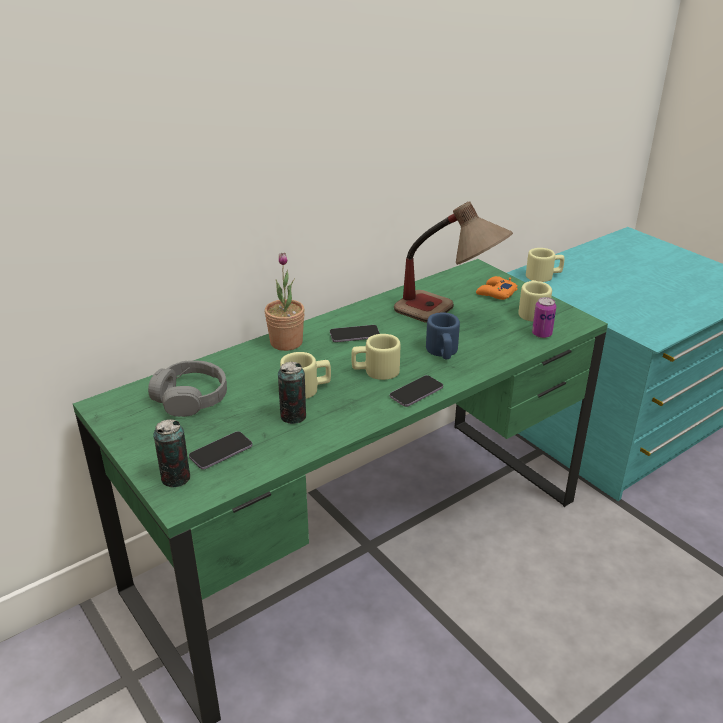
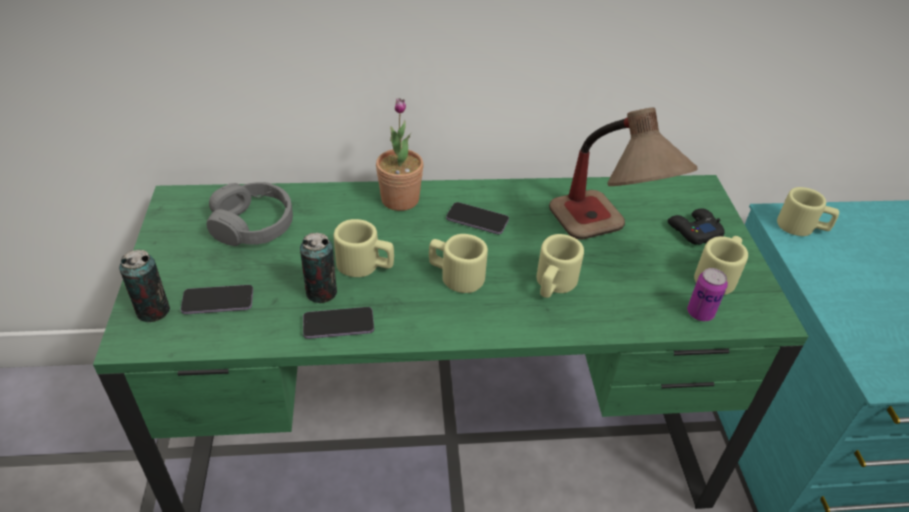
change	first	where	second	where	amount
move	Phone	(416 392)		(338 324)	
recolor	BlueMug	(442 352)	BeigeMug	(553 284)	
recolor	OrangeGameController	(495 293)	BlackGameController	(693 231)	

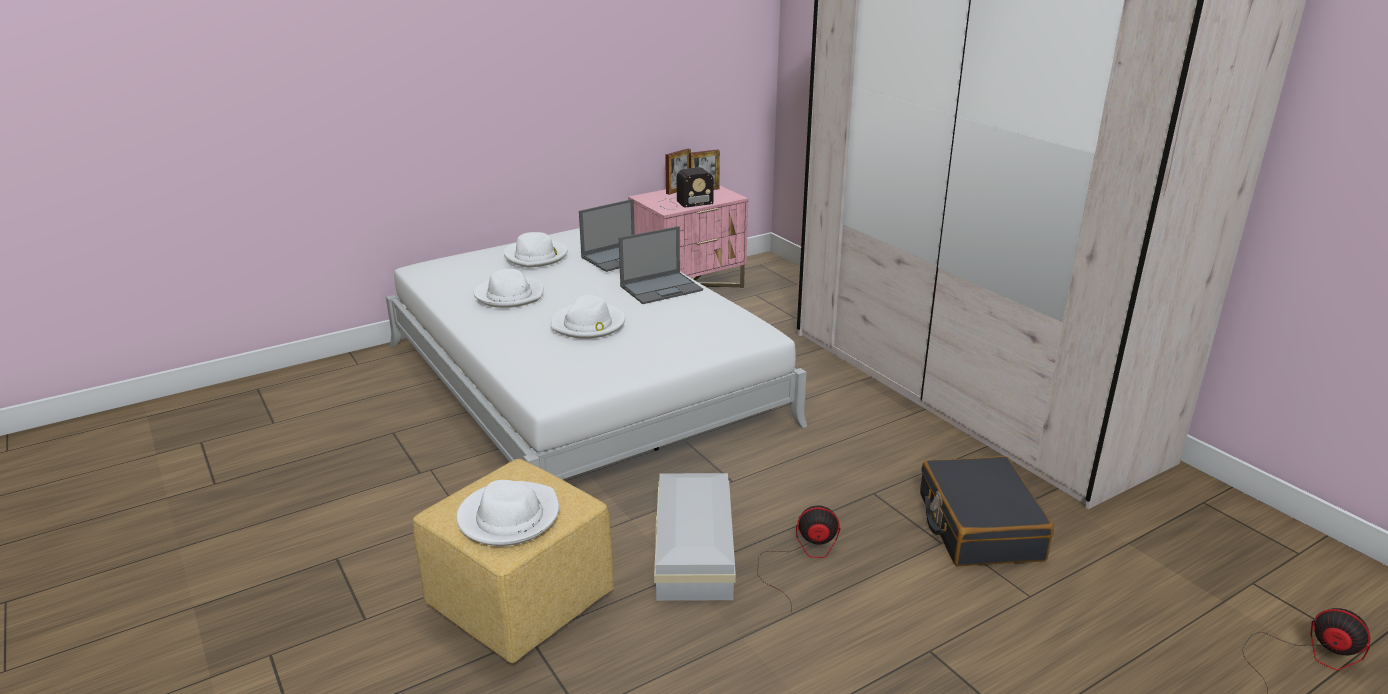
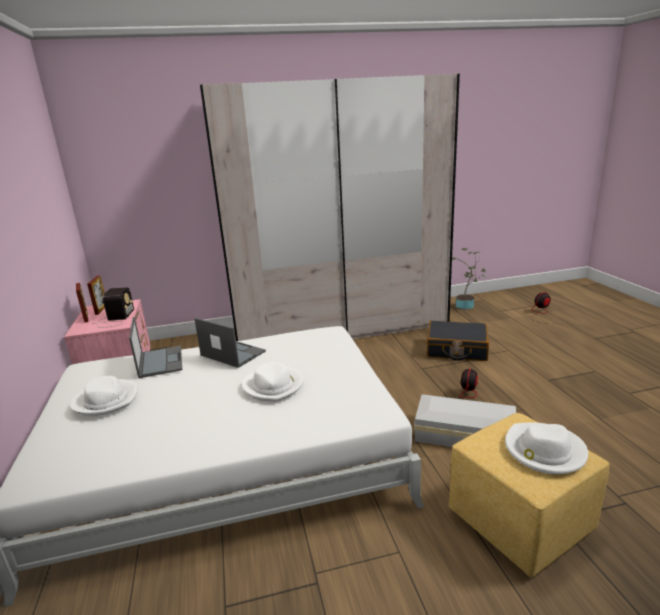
change	first	where	second	where	amount
rotate	Laptop	(662 288)		(232 353)	45 degrees counterclockwise
insert			PottedPlant	(466 306)	
delete	WhiteHat	(509 295)			

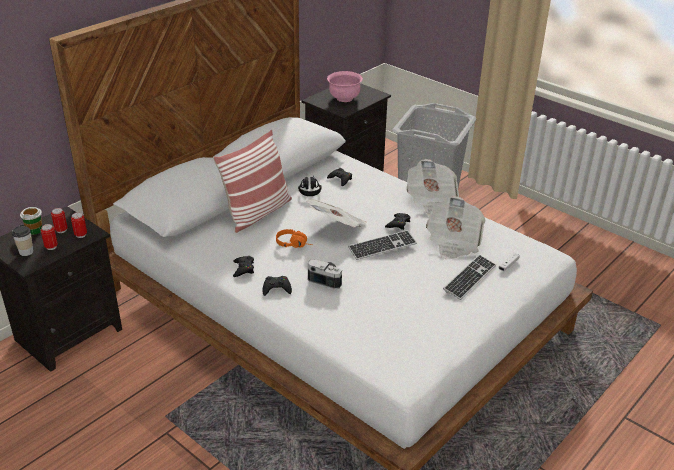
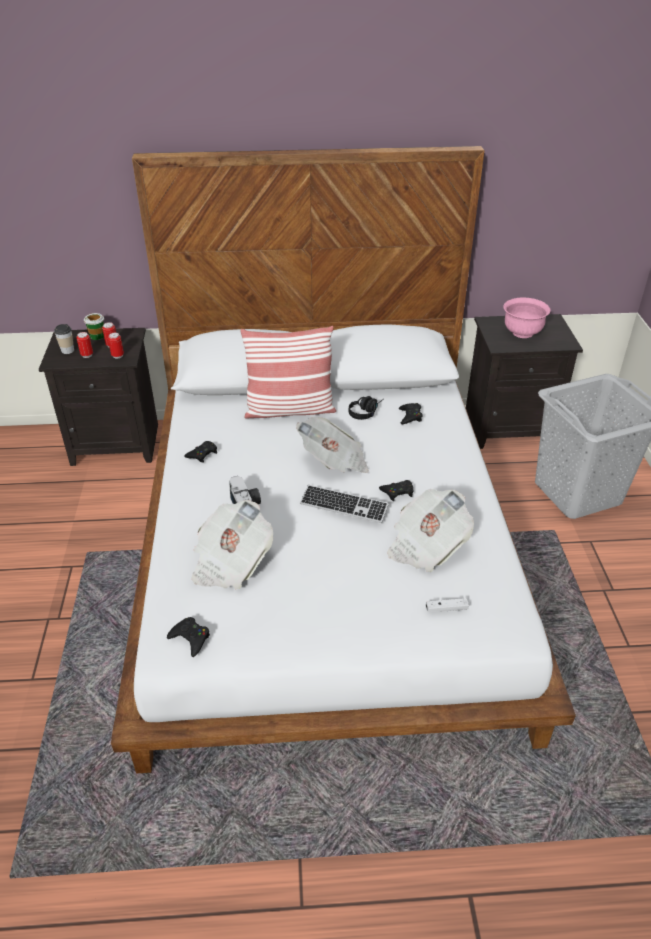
change	first	where	second	where	amount
move	BlackGameController	(276 288)		(190 638)	
move	Newspaper	(431 201)		(230 562)	
delete	OrangeHeadphones	(295 244)			
delete	Keyboard	(469 278)			

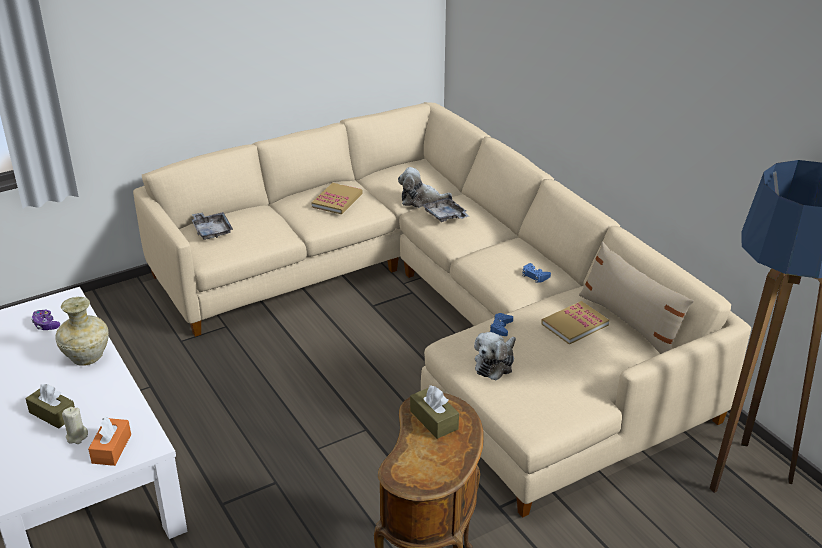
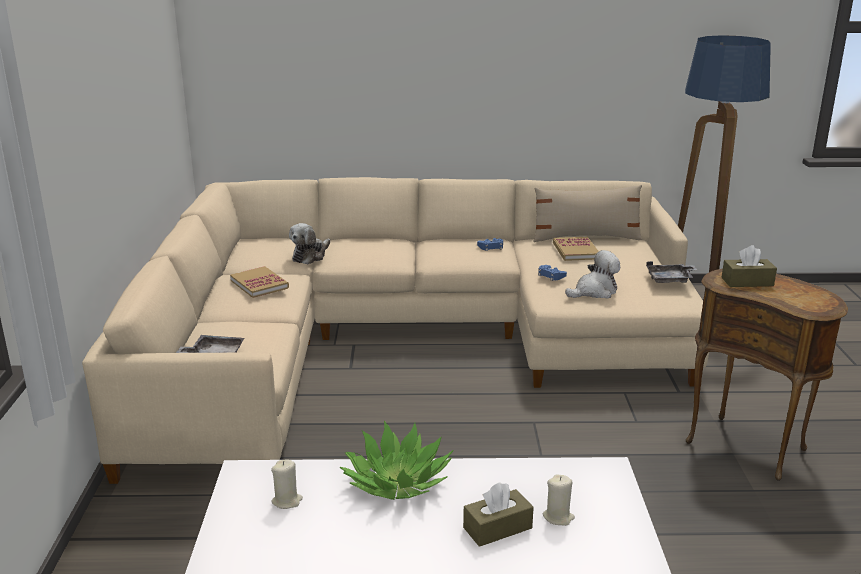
change	first	where	second	where	amount
replace	GameController	(46 325)	BeigeCandle	(287 501)	
replace	BeigeVase	(86 357)	PottedPlant	(397 482)	
rotate	PlushToy	(495 363)		(594 291)	90 degrees counterclockwise
move	GreyTray	(445 216)		(670 279)	
delete	OrangeTissueBox	(111 449)			

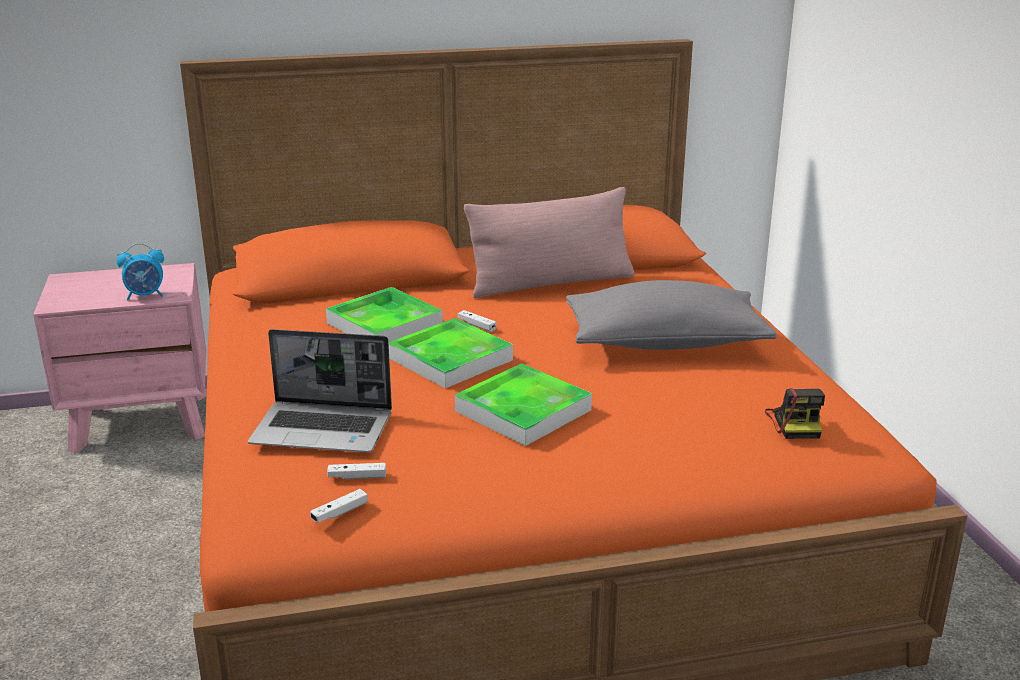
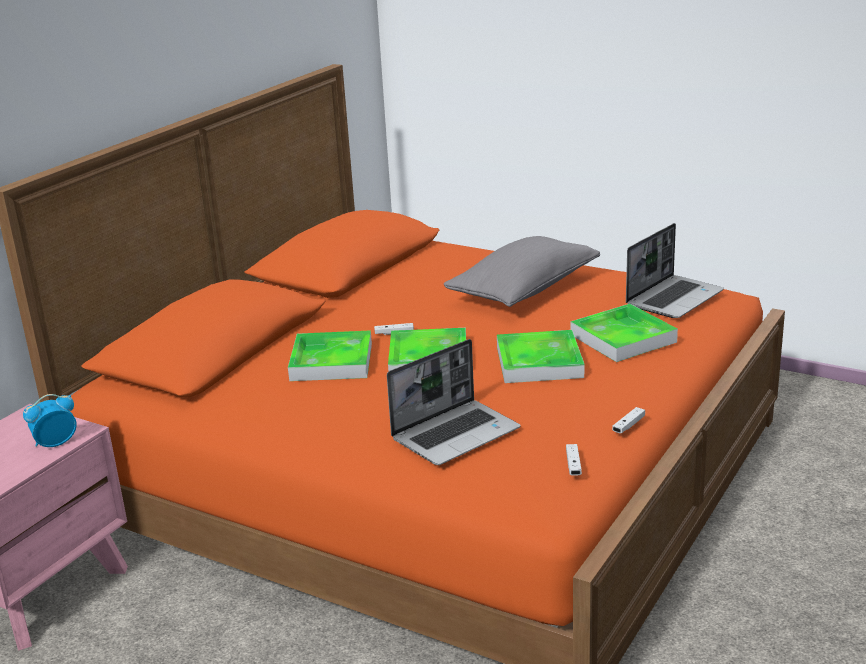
change	first	where	second	where	amount
rotate	AlarmClock	(145 295)		(55 443)	150 degrees counterclockwise
insert			Tray	(623 338)	
move	WhiteGameController	(357 477)		(628 425)	
replace	PhotoCamera	(795 423)	Laptop	(674 298)	
delete	PinkPillow	(551 283)			

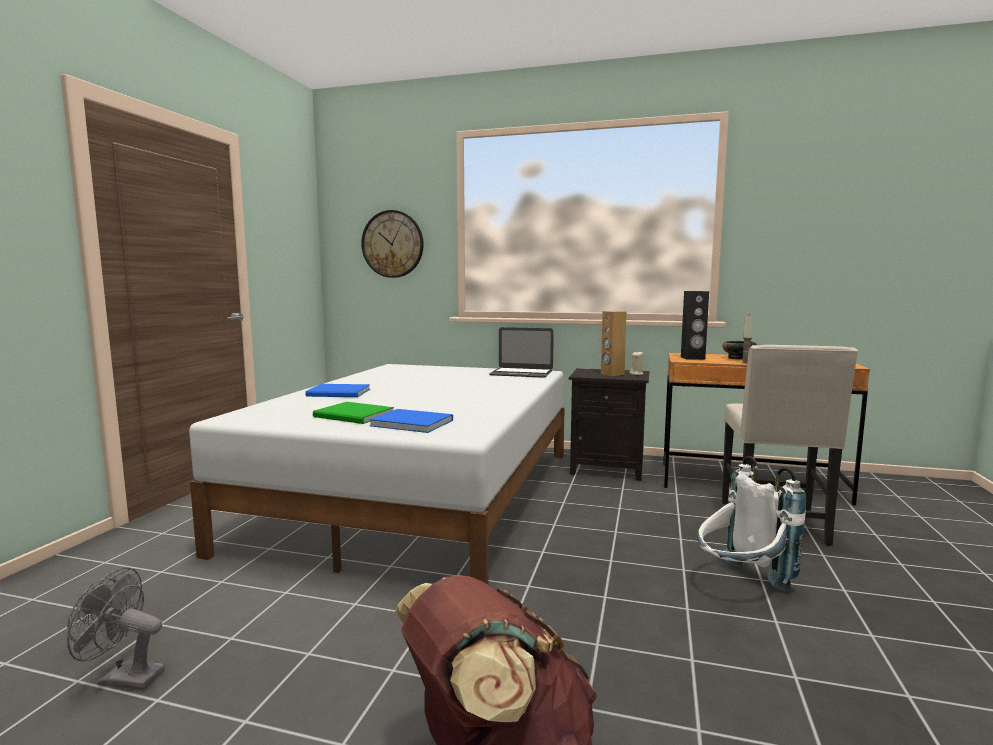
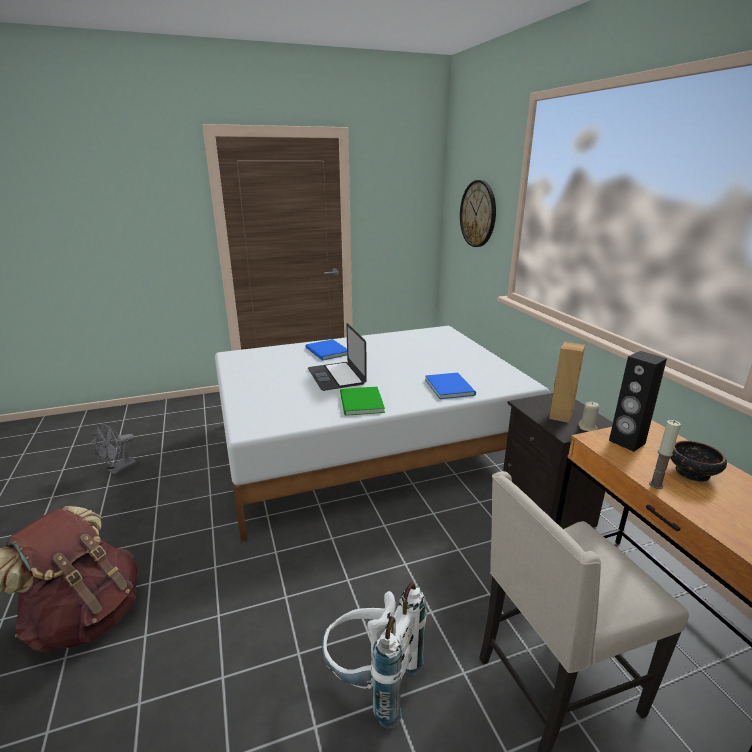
change	first	where	second	where	amount
rotate	GreyFan	(123 678)		(118 469)	120 degrees counterclockwise
move	Laptop	(521 373)		(336 376)	
move	GreenBook	(354 416)		(360 403)	
move	BlueBook	(411 422)		(450 386)	

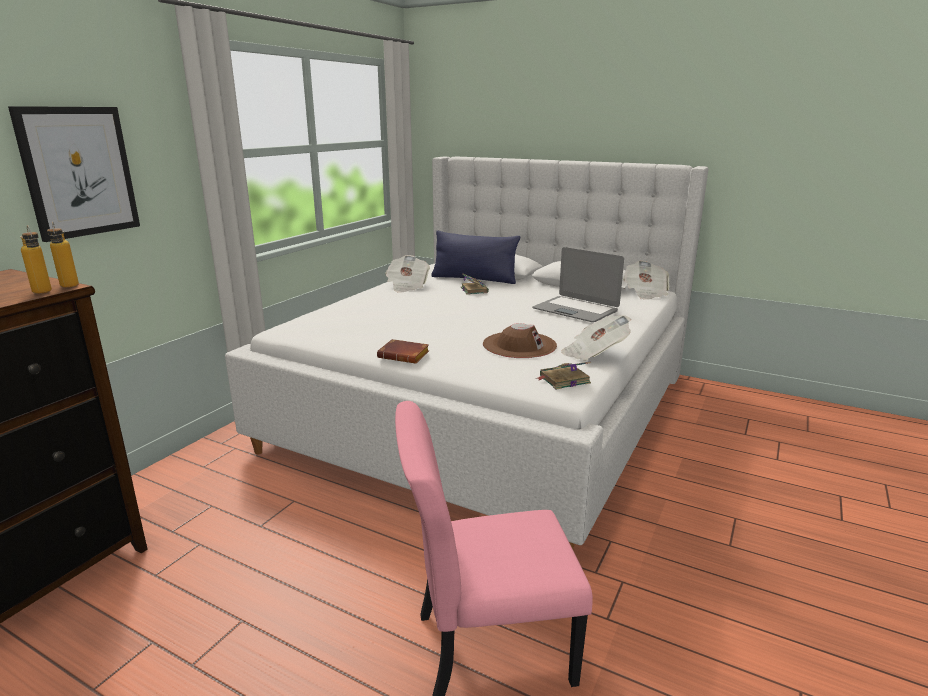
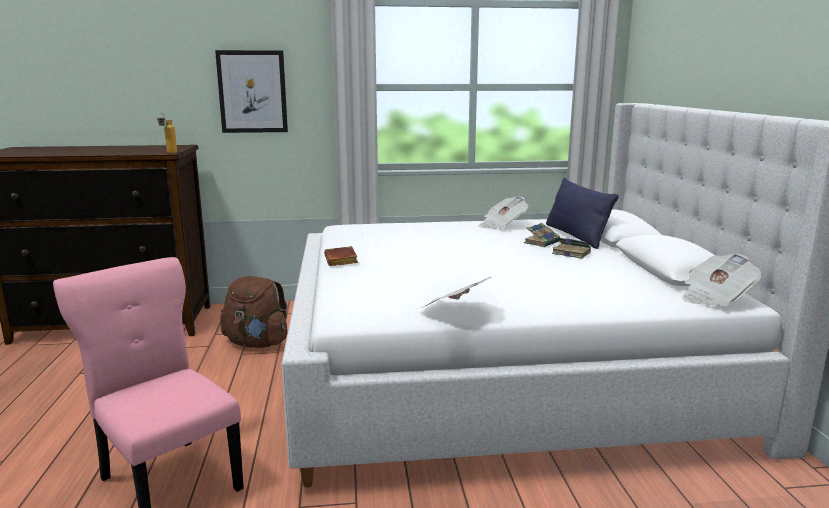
change	first	where	second	where	amount
insert			BrownBackpack	(256 343)	
move	Book	(563 380)		(570 253)	
delete	Bottle	(43 293)			
delete	BrownHat	(519 345)			
delete	Laptop	(575 310)			

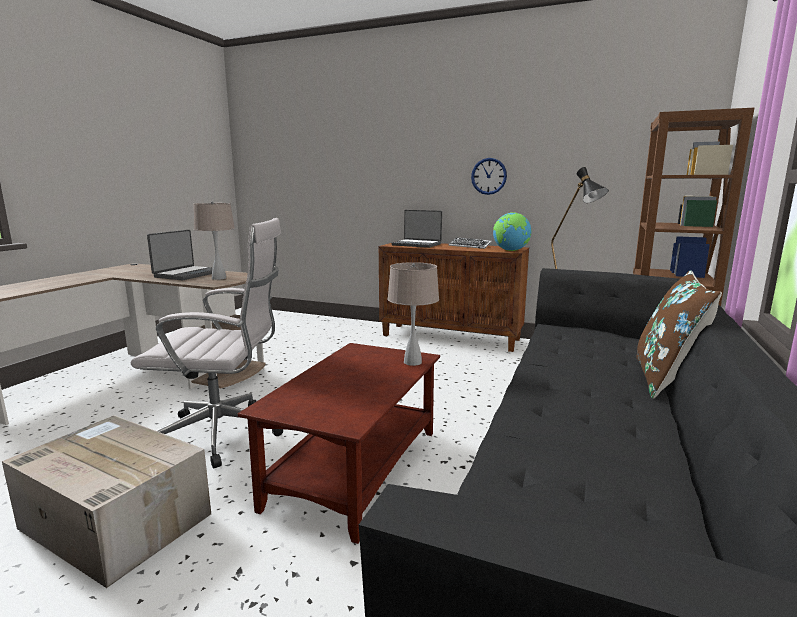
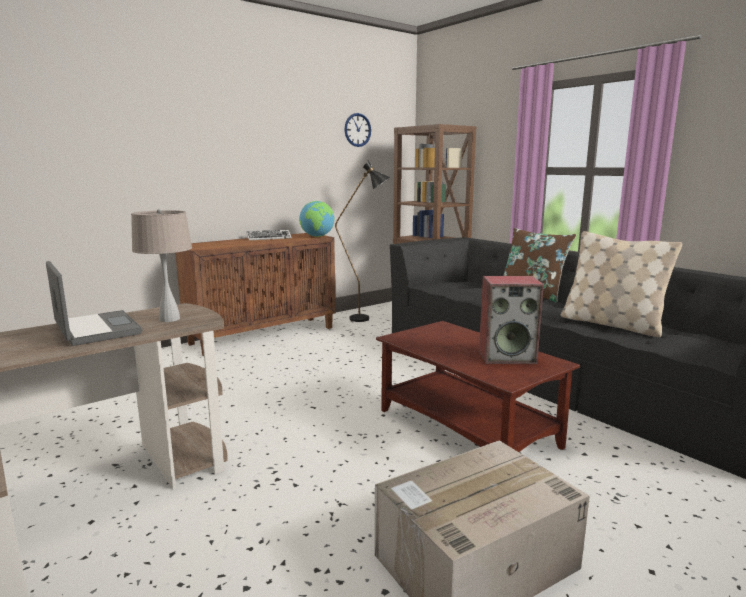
change	first	where	second	where	amount
move	WallClock	(488 176)		(357 130)	
insert			Speaker	(507 356)	
insert			BeigePillow	(612 324)	
delete	WhiteOfficeChair	(225 435)			
delete	BeigeTableLamp	(413 362)			
delete	Laptop	(417 244)			

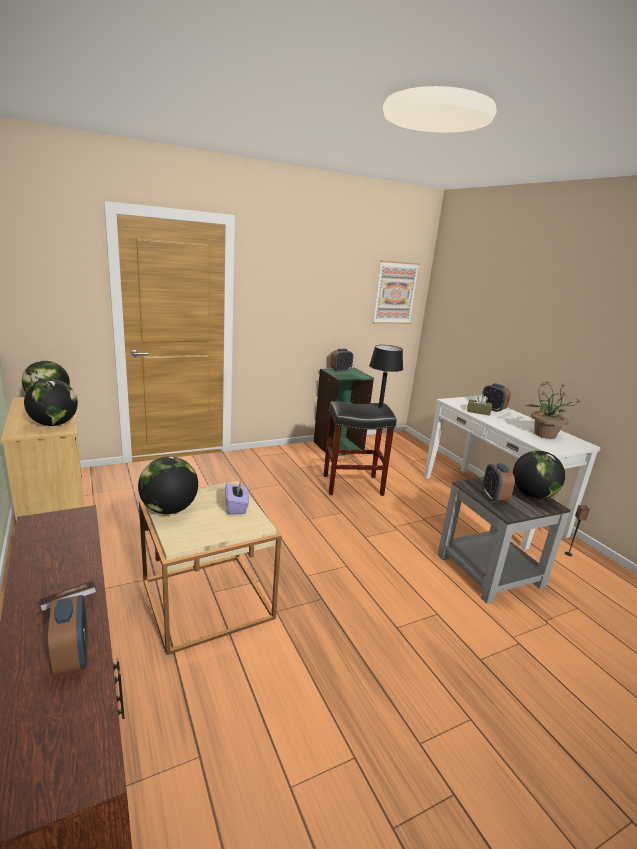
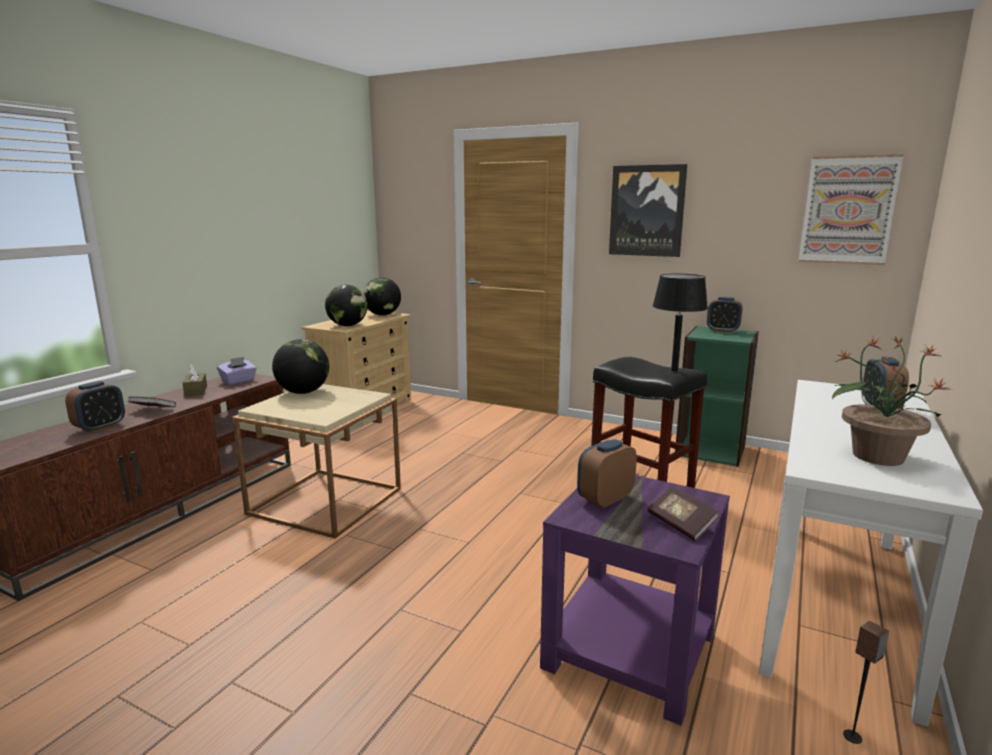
change	first	where	second	where	amount
move	BrownTissueBox	(478 412)		(196 391)	
move	PurpleTissueBox	(236 507)		(238 381)	
recolor	GreySideTable	(491 571)	PurpleSideTable	(631 652)	
insert			Picture	(647 211)	
replace	Globe	(532 495)	Book	(681 524)	

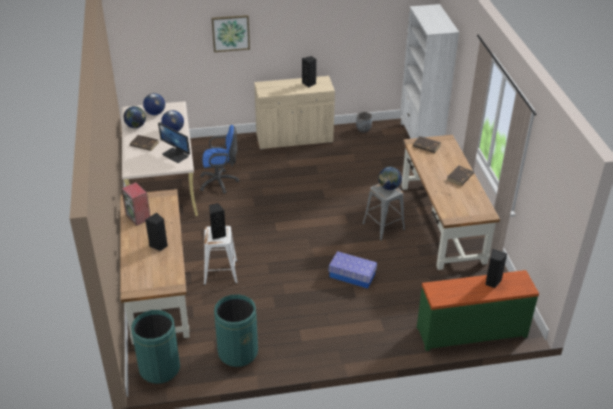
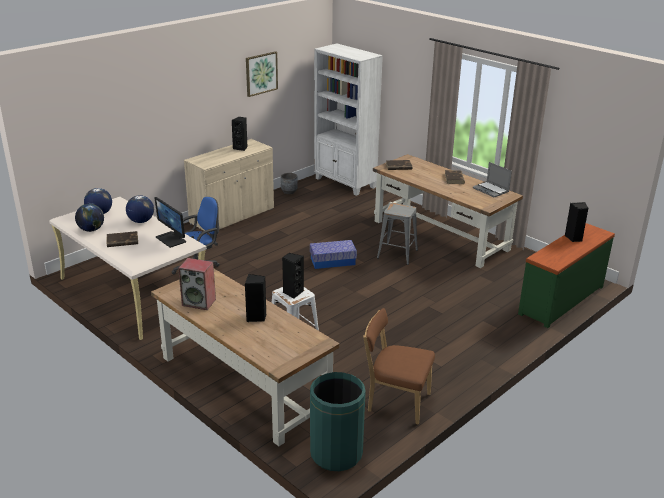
change	first	where	second	where	amount
rotate	Monitor	(175 155)		(171 239)	45 degrees clockwise
move	Picture	(230 33)		(261 73)	
move	StorageBox	(352 275)		(333 261)	
replace	GreenTrashCan	(238 352)	BrownChair	(395 402)	
insert			Laptop	(491 190)	
delete	Globe	(389 187)			

